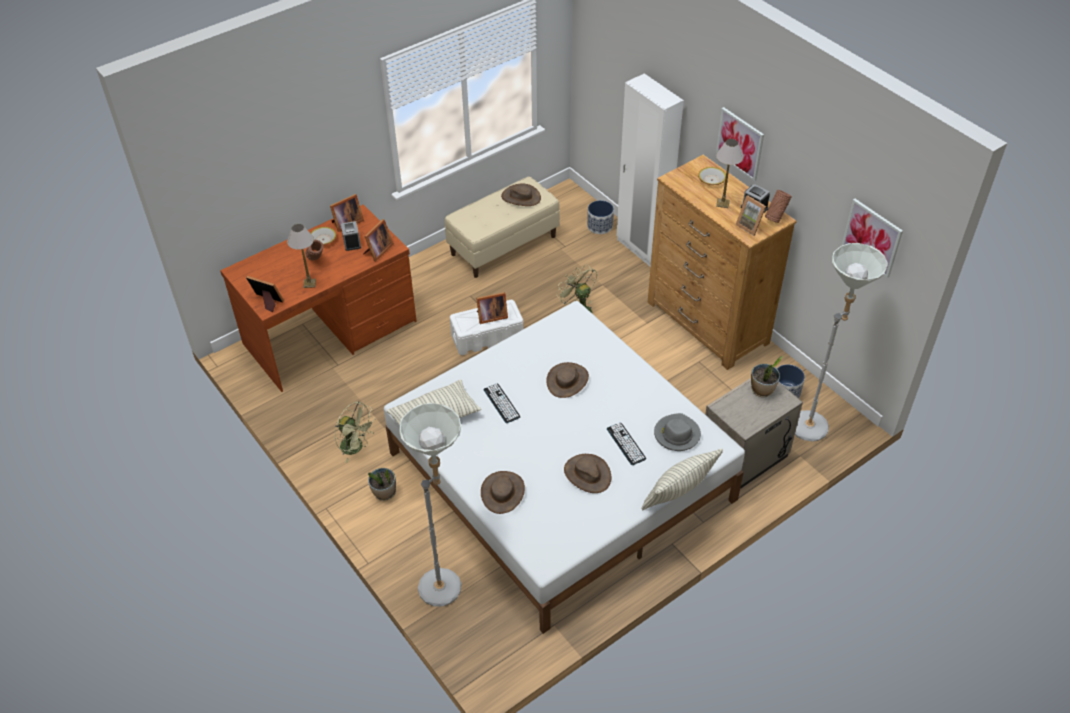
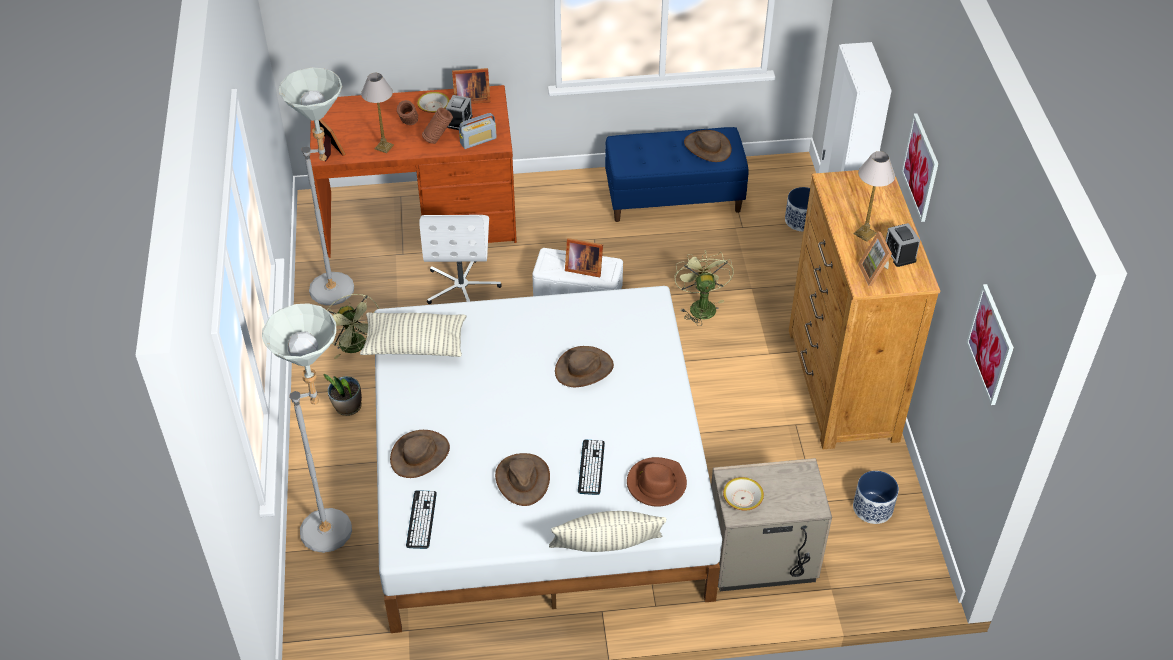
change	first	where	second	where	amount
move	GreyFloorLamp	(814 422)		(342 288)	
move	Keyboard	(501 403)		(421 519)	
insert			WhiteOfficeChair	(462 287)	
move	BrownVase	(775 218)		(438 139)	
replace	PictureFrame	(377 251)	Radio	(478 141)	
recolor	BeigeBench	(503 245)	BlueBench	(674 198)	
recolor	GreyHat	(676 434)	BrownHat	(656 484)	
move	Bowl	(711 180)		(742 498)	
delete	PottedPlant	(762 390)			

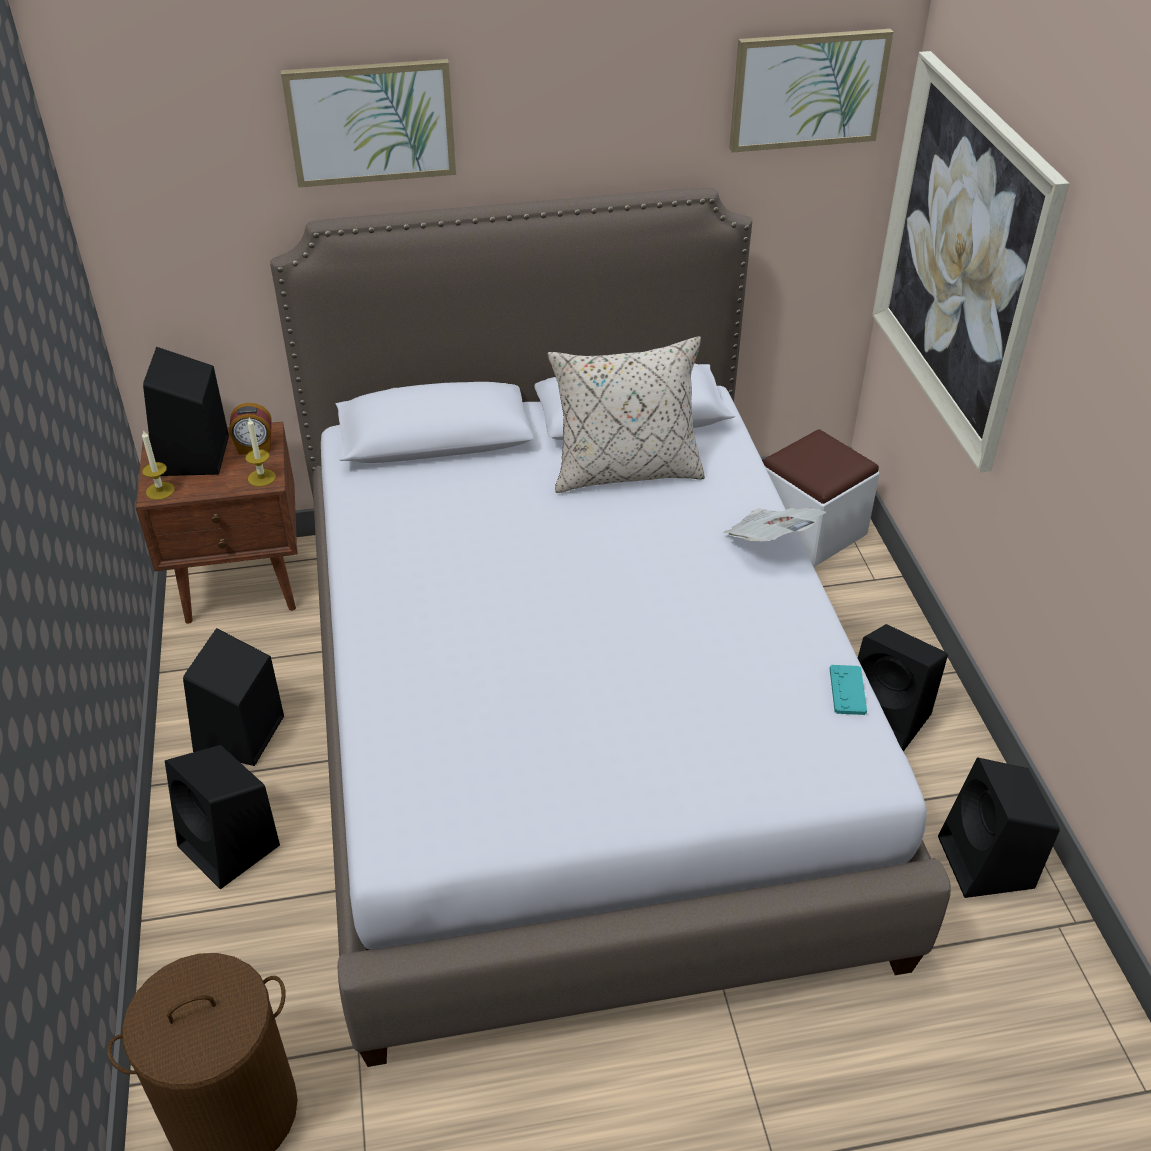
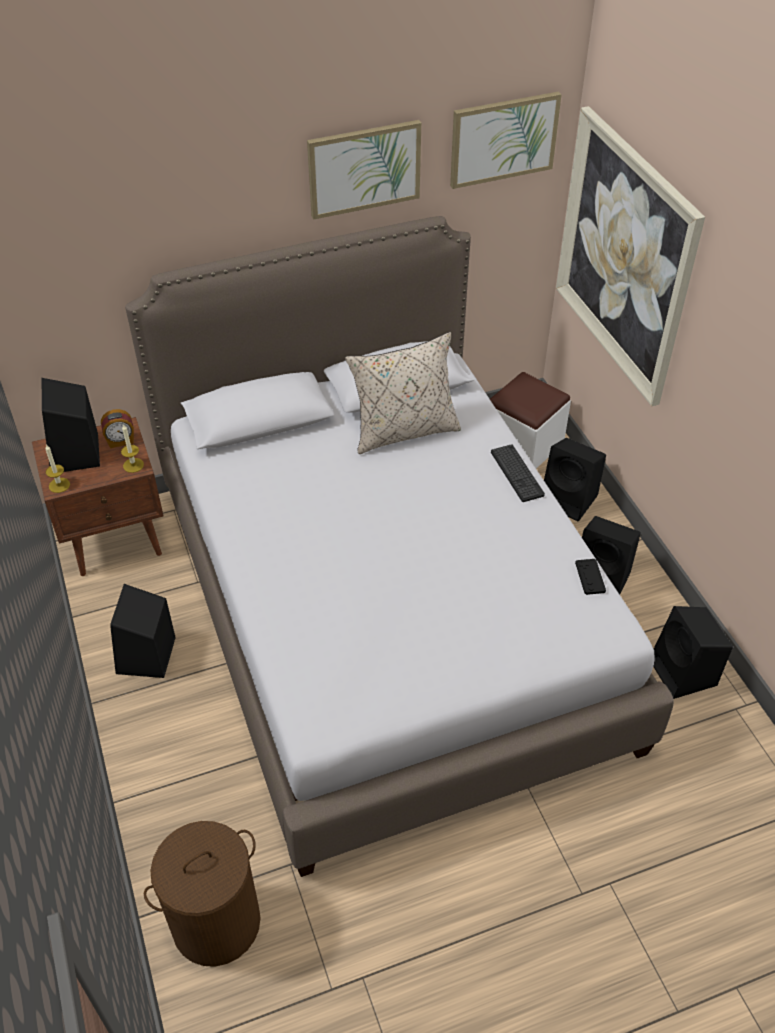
change	first	where	second	where	amount
move	Picture	(371 122)		(364 168)	
replace	Newspaper	(770 542)	Keyboard	(517 473)	
move	BlackSpeaker	(231 847)		(570 500)	
recolor	TurquoiseGameController	(847 691)	BlackGameController	(590 577)	

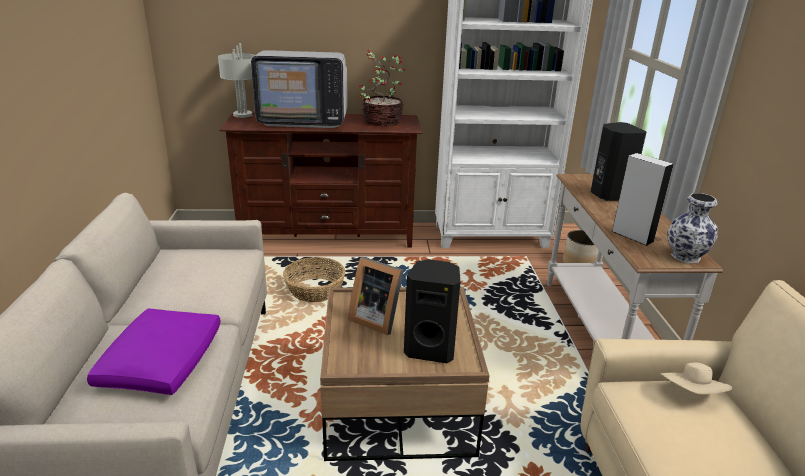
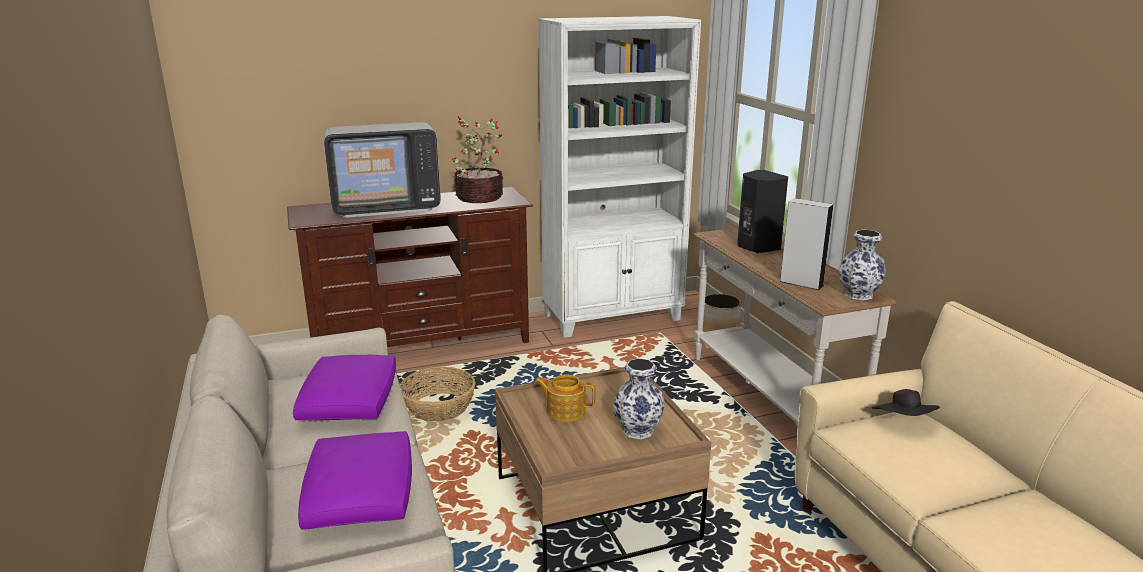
change	first	where	second	where	amount
insert			PurplePillow	(349 401)	
replace	PictureFrame	(376 319)	Teapot	(565 411)	
replace	BlackSpeaker	(430 349)	Vase	(638 430)	
recolor	BeigeHat	(691 395)	BlackHat	(903 422)	
delete	GreyTableLamp	(242 115)			

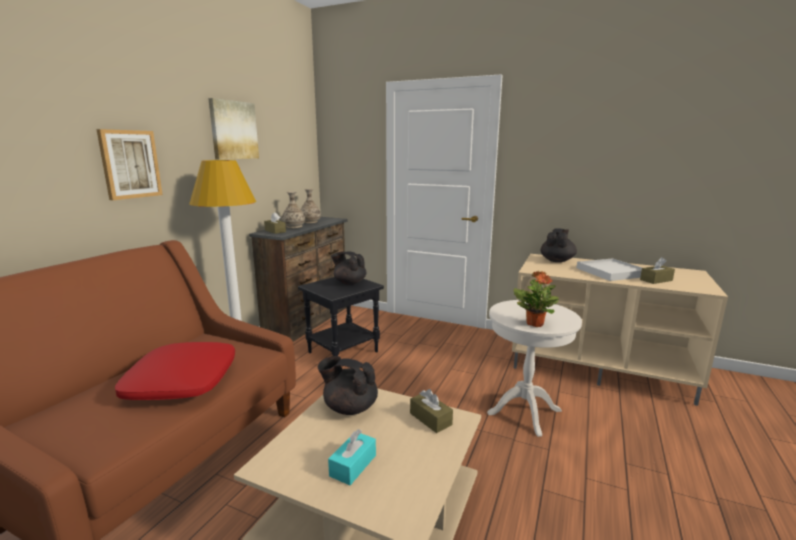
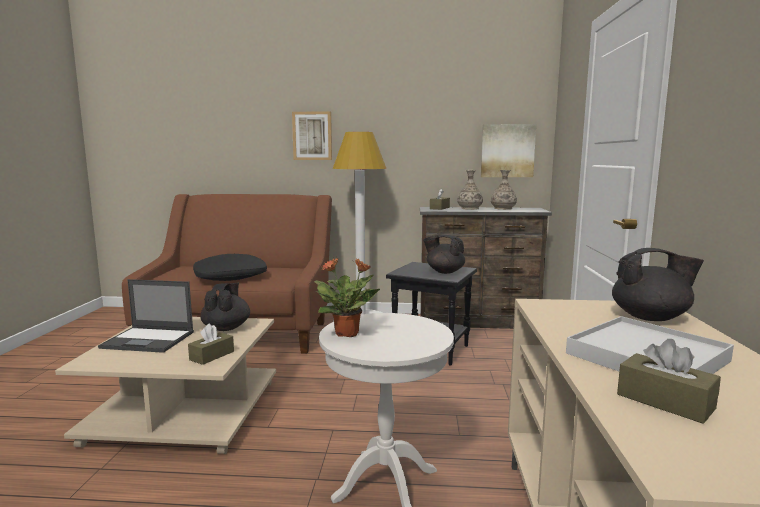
change	first	where	second	where	amount
replace	TurquoiseTissueBox	(353 465)	Laptop	(149 340)	
recolor	RedPillow	(183 382)	BlackPillow	(230 277)	
rotate	BlackTeapot	(349 283)		(444 272)	75 degrees counterclockwise
move	Picture	(233 130)		(507 151)	

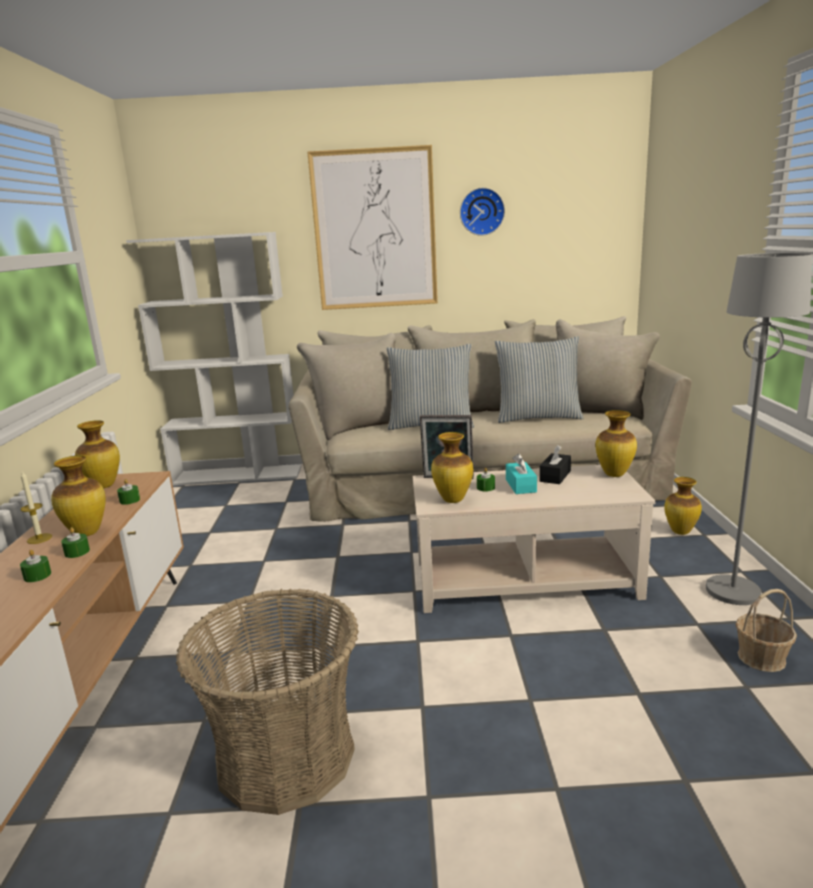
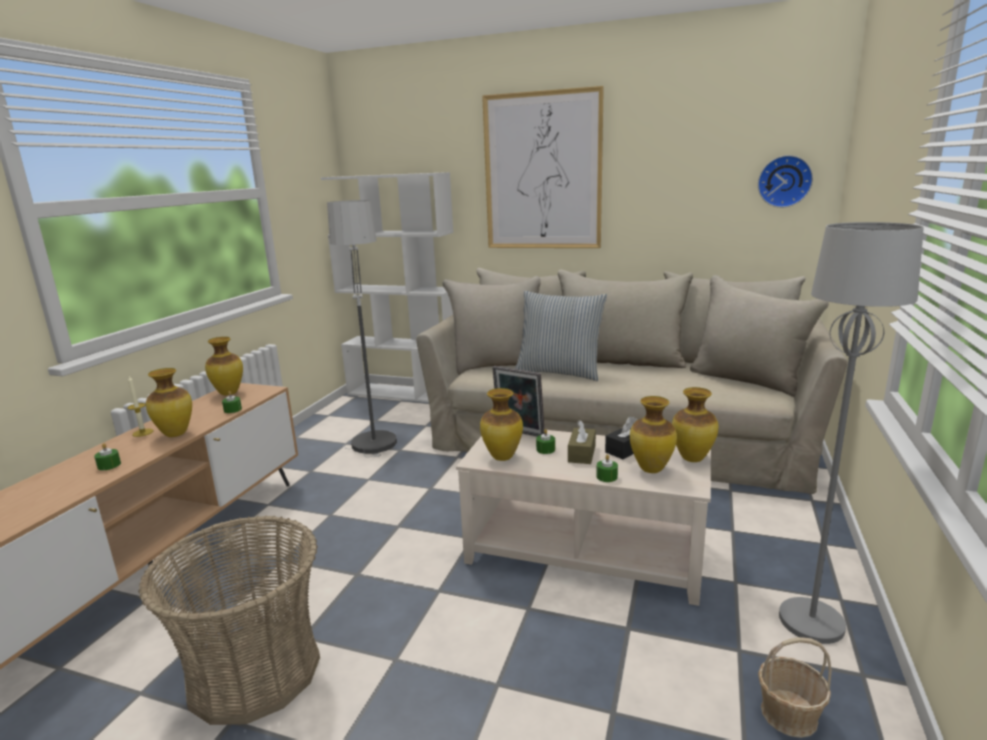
change	first	where	second	where	amount
insert			FloorLamp	(371 431)	
recolor	TurquoiseTissueBox	(520 485)	BrownTissueBox	(582 453)	
move	GreenCandle	(77 552)		(606 477)	
move	Vase	(679 532)		(650 469)	
move	WallClock	(481 211)		(784 181)	
delete	Pillow	(538 417)			

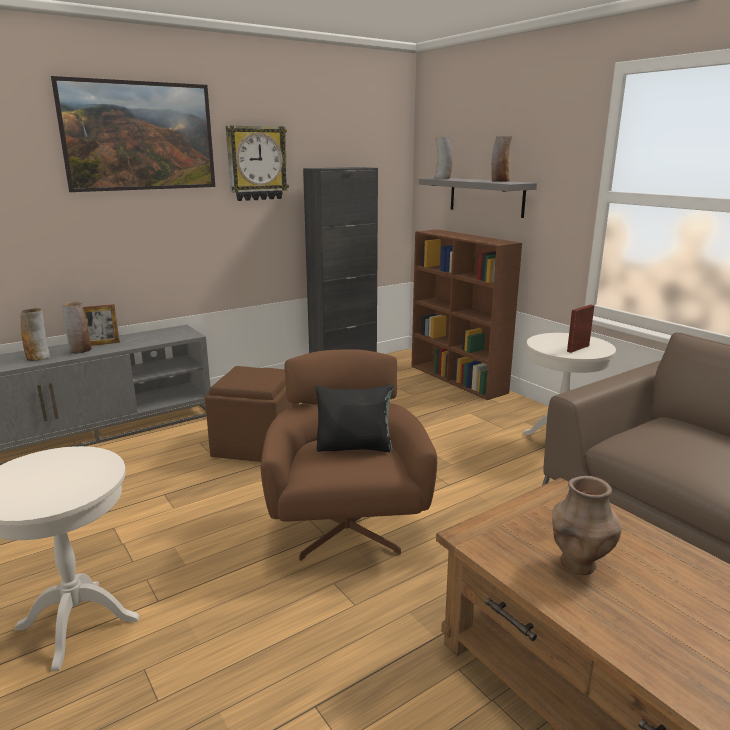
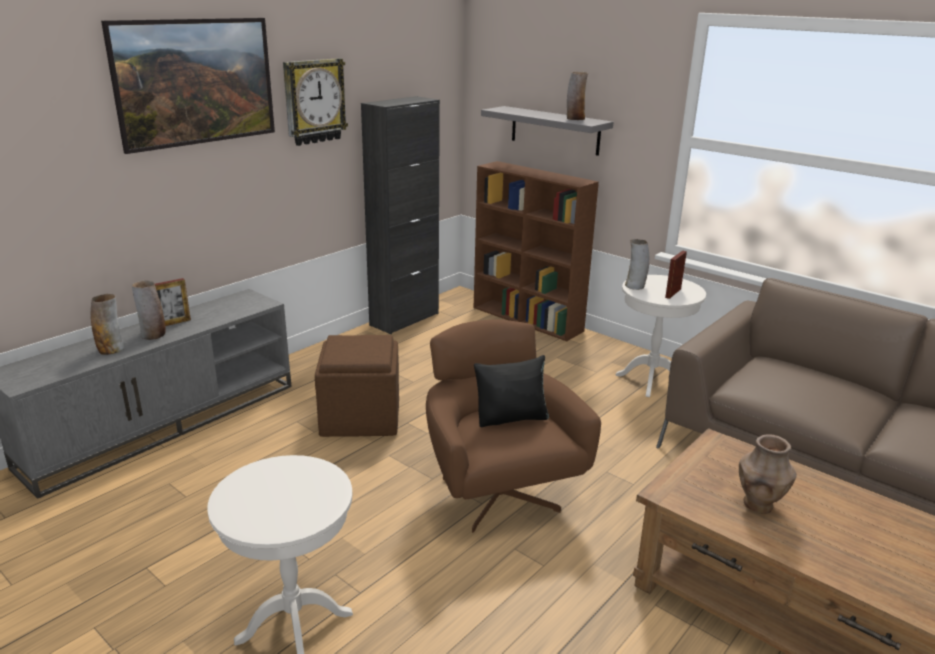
change	first	where	second	where	amount
move	Vase	(442 178)		(635 286)	

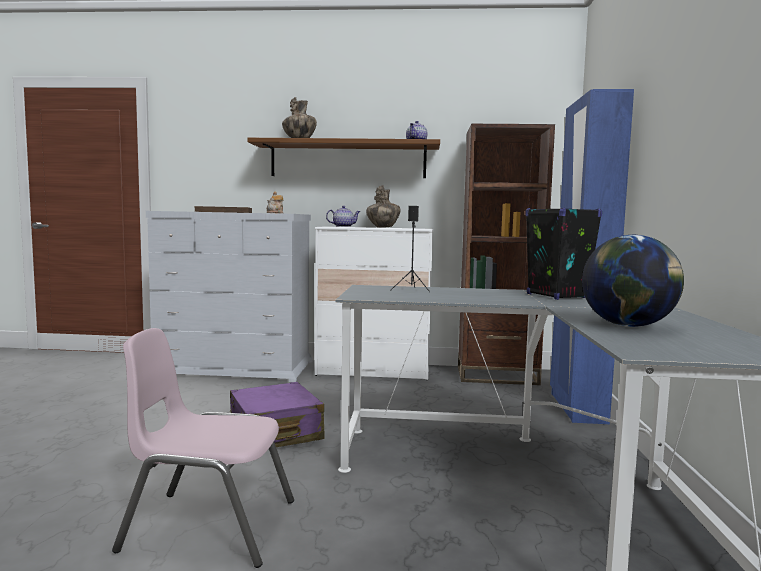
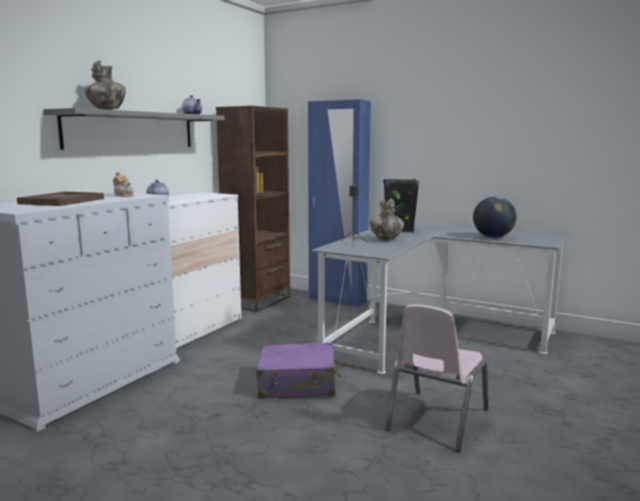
change	first	where	second	where	amount
recolor	BrownShelf	(348 160)	GreyShelf	(132 130)	
move	Vase	(383 227)		(386 239)	

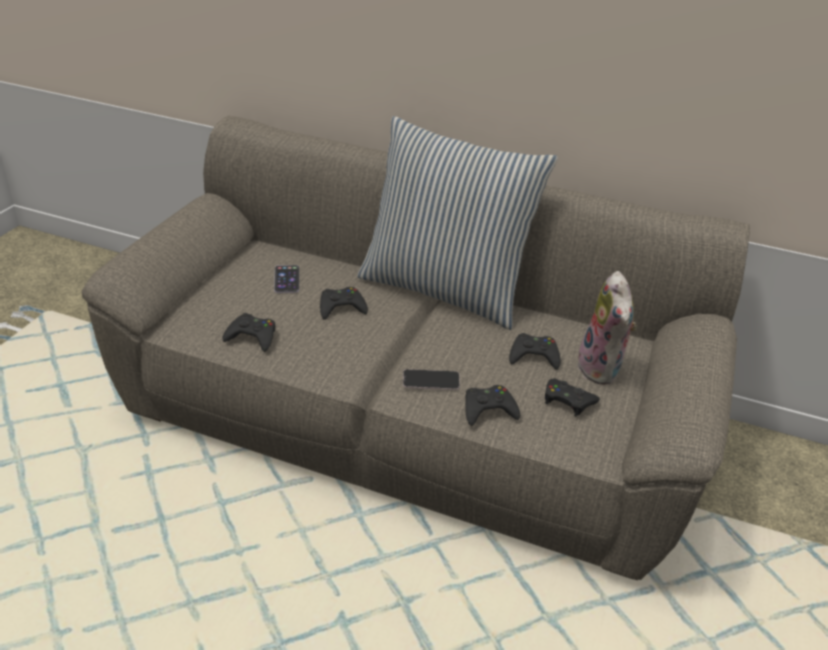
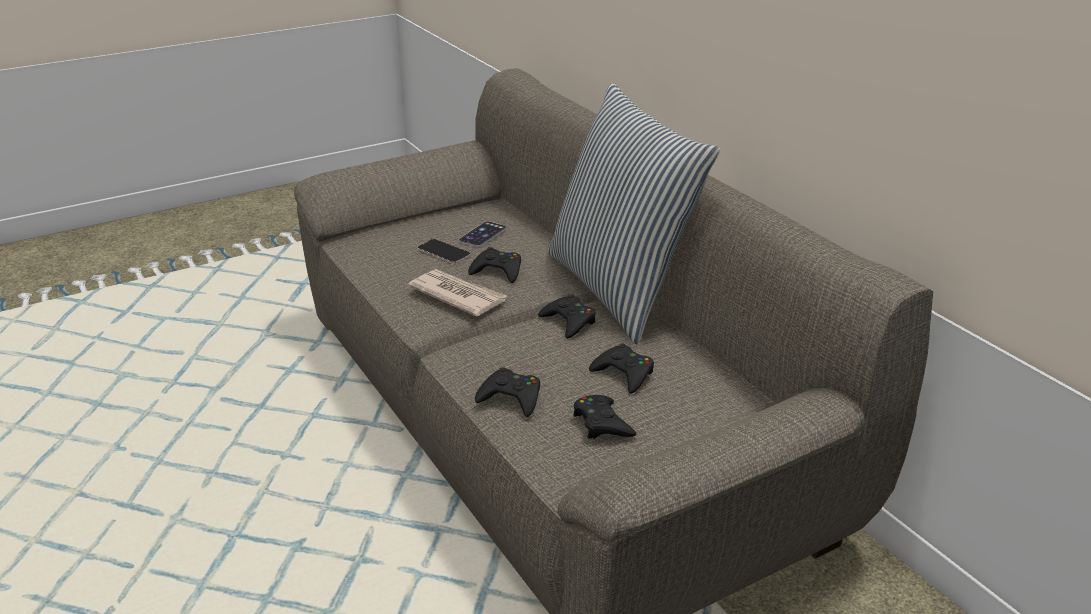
change	first	where	second	where	amount
insert			Newspaper	(457 295)	
move	Phone	(431 380)		(443 252)	
move	BlackGameController	(252 337)		(569 321)	
delete	PlushToy	(602 369)			

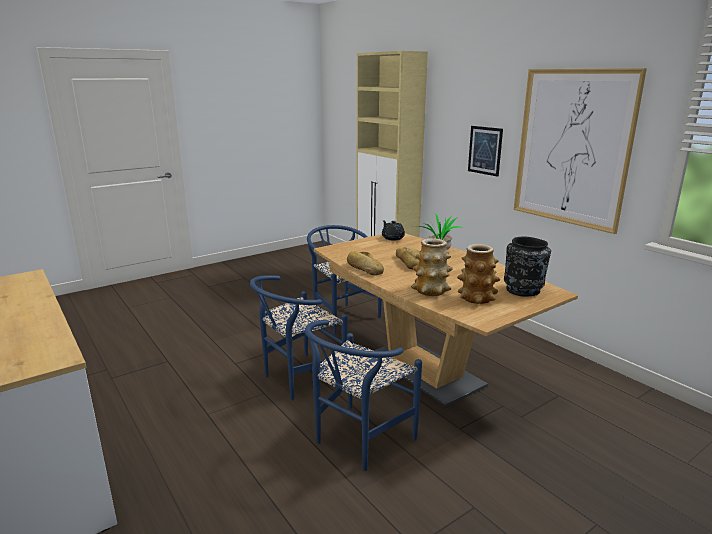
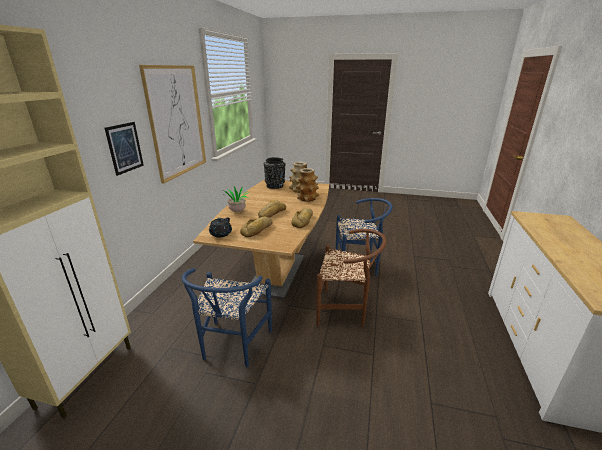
change	first	where	second	where	amount
insert			Bread	(258 230)	
recolor	BlueChair	(297 379)	BrownChair	(346 310)	

